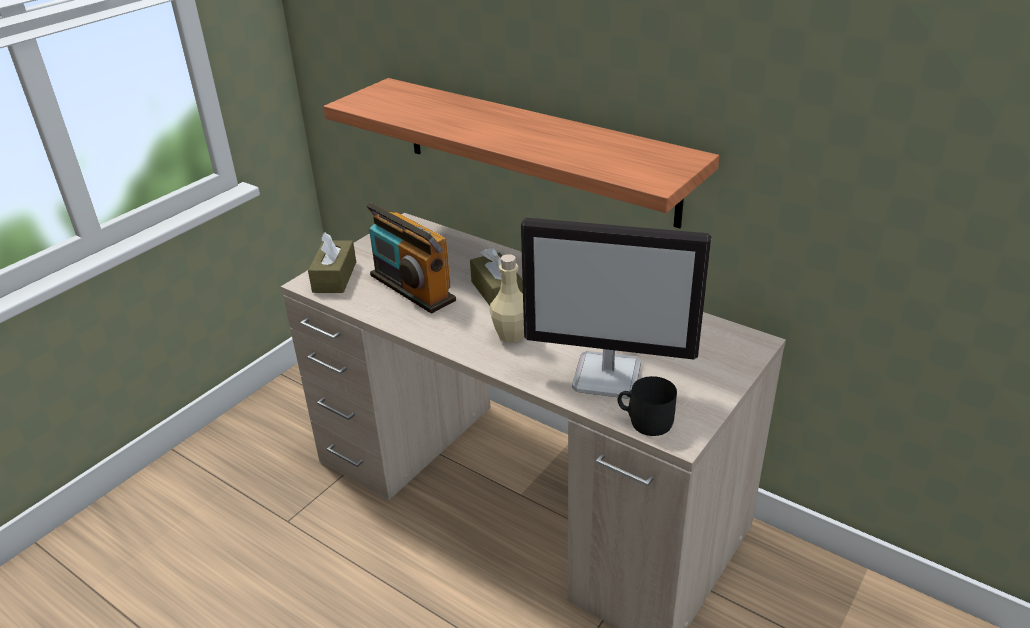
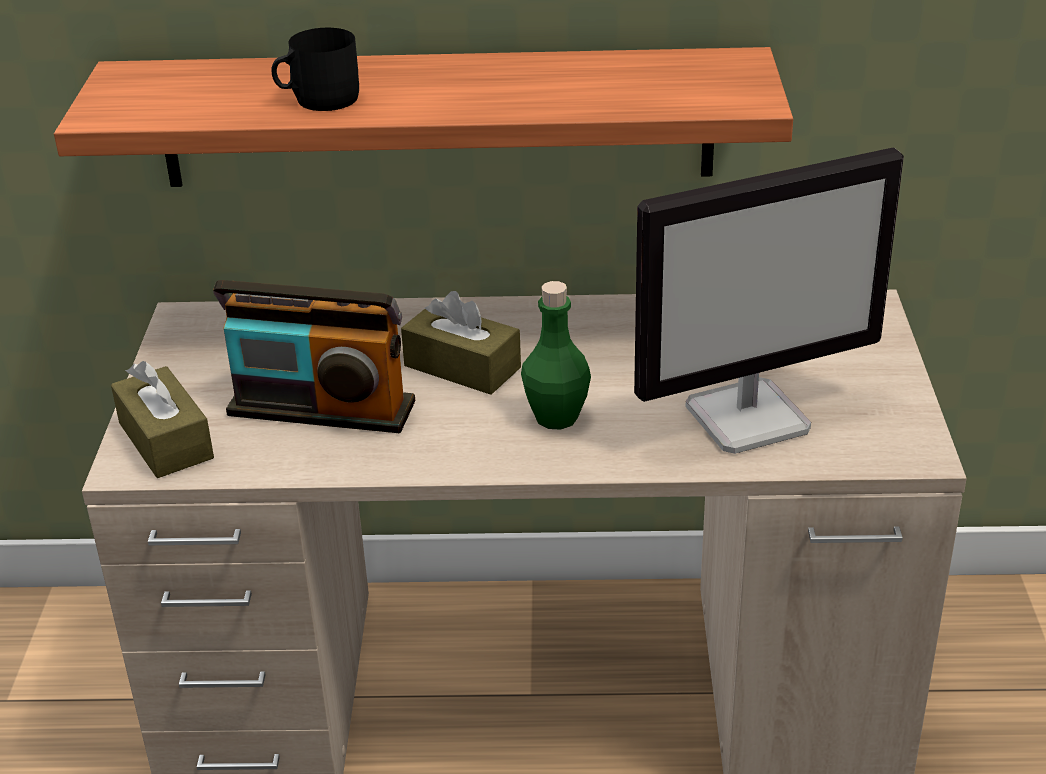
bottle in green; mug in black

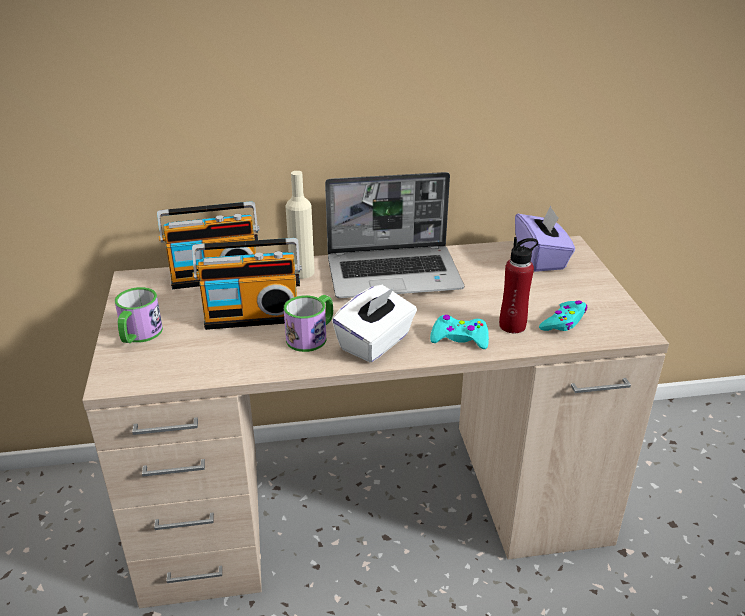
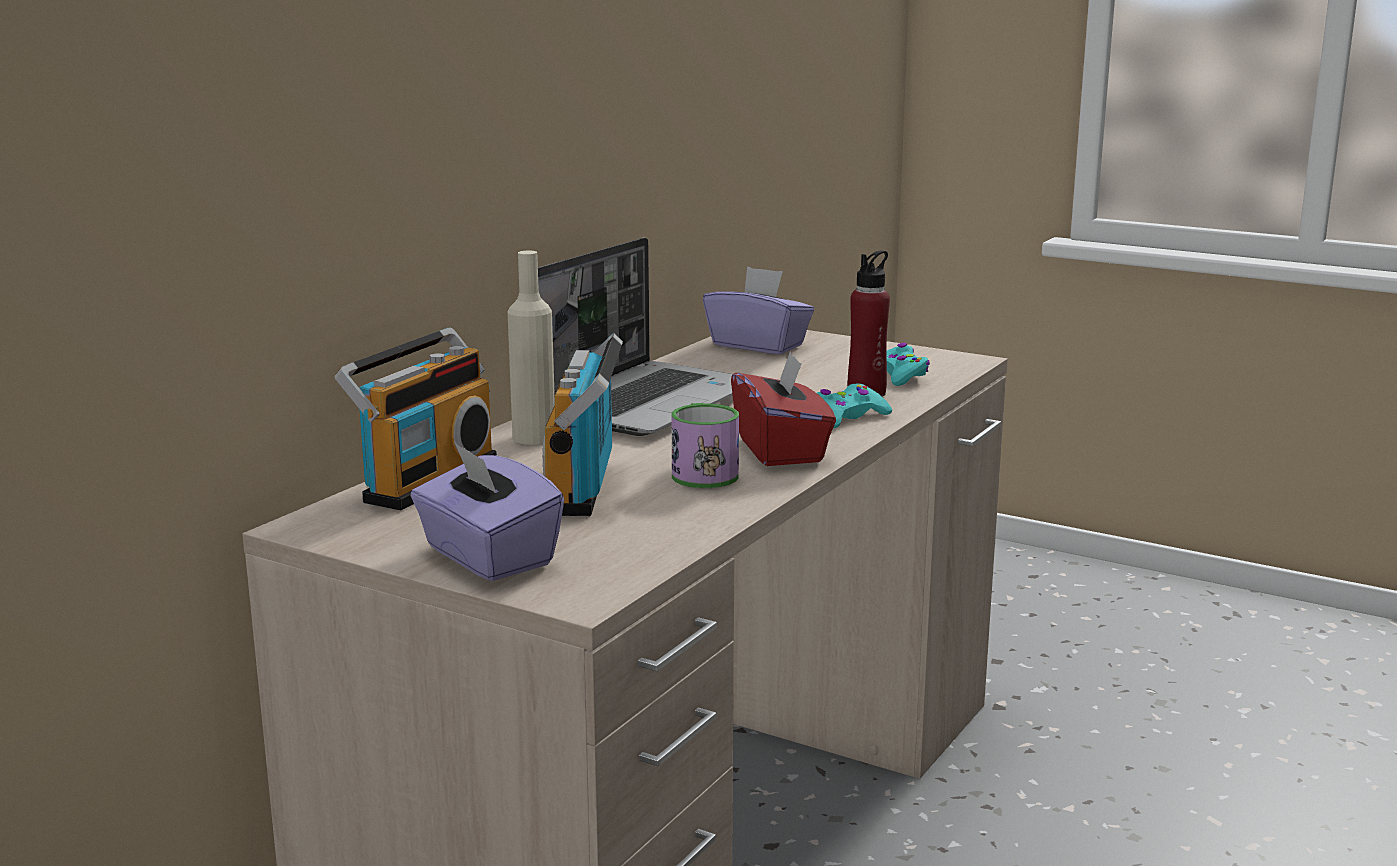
tissue box in purple (no. 1 from left); radio (no. 2 from left); tissue box in red

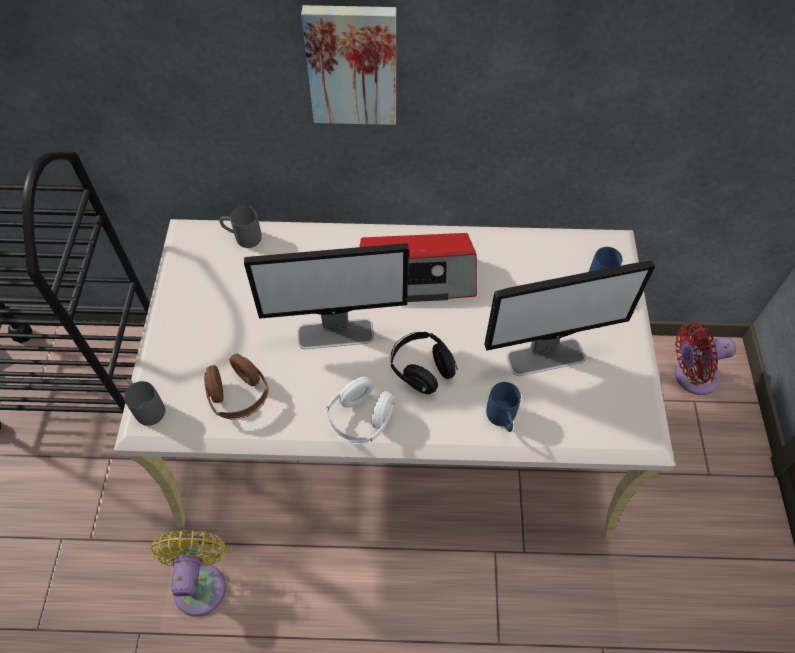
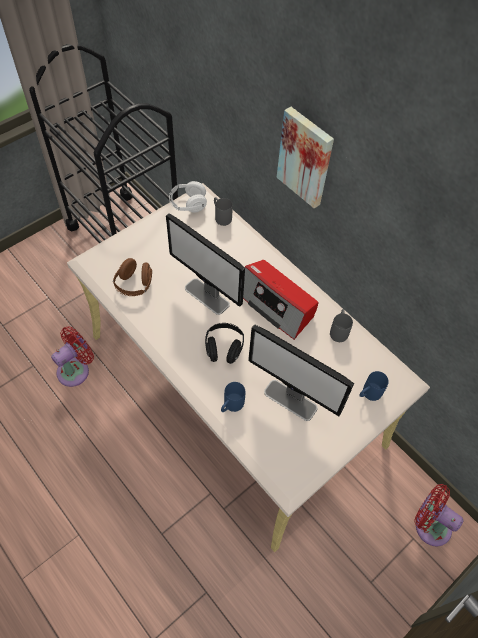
mug in grey (no. 2 from left); fan in red (no. 1 from left); headphones in white

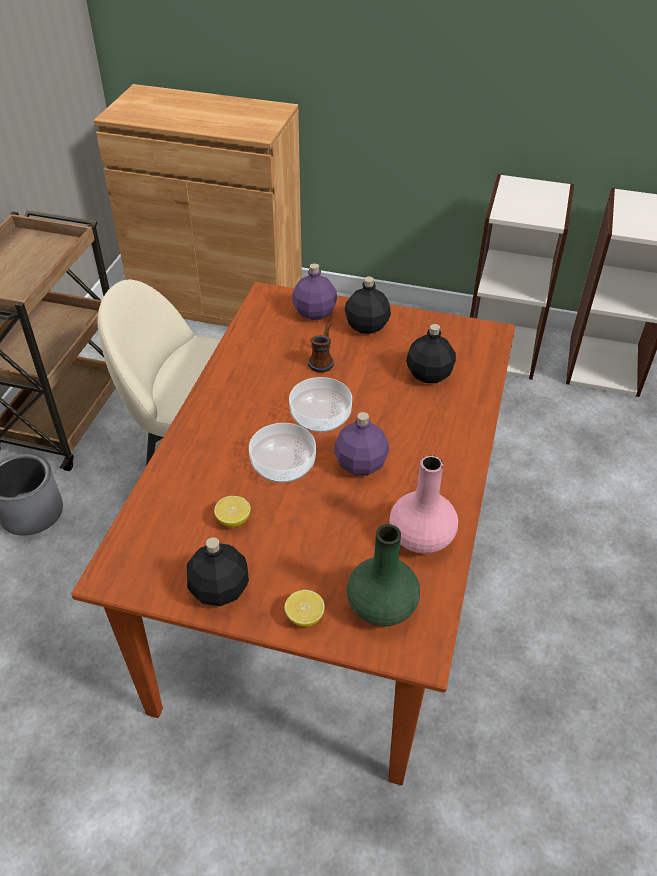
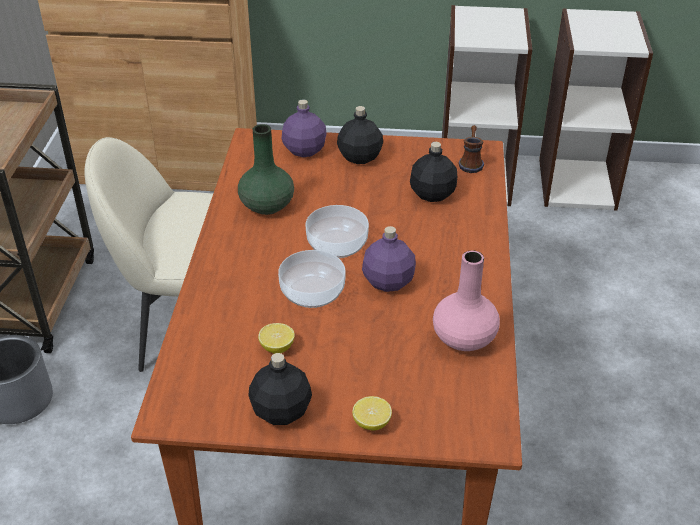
mug; vase in green

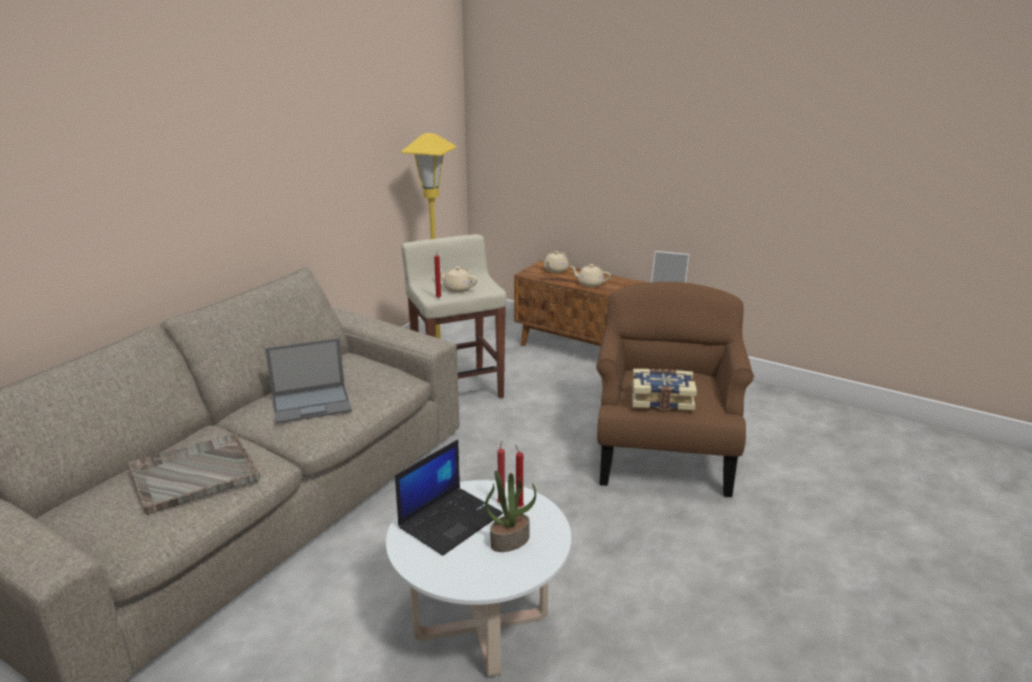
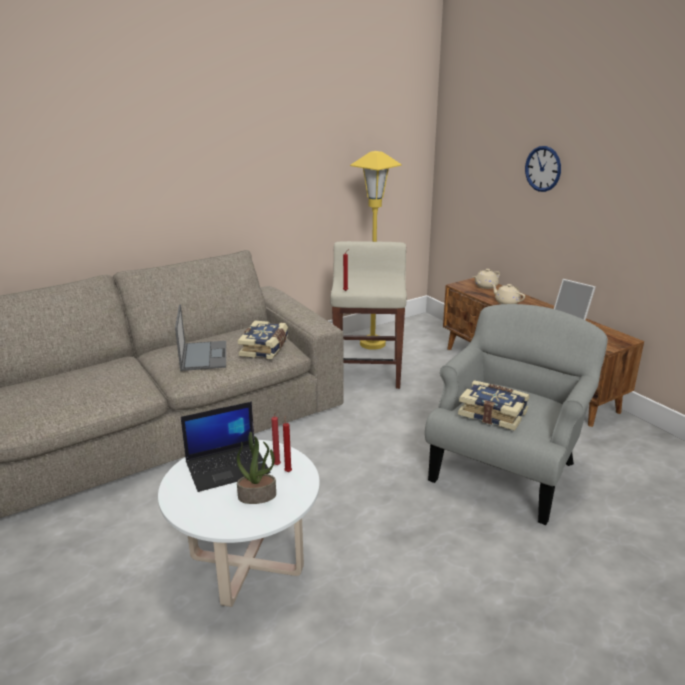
tray in grey; laptop (no. 1 from left); teapot in beige (no. 1 from left in the first image); armchair in grey; book (no. 1 from left); wall clock

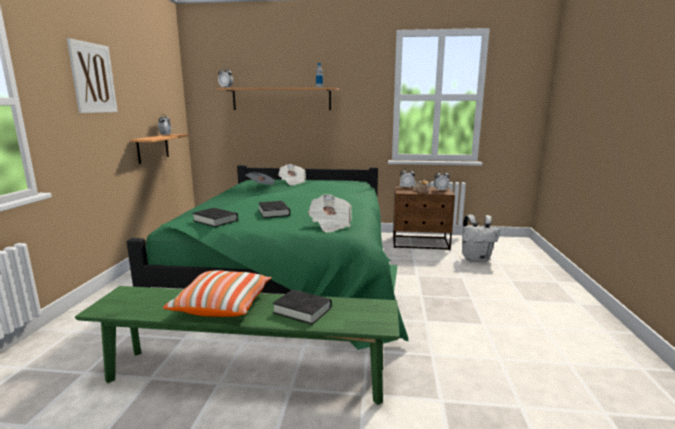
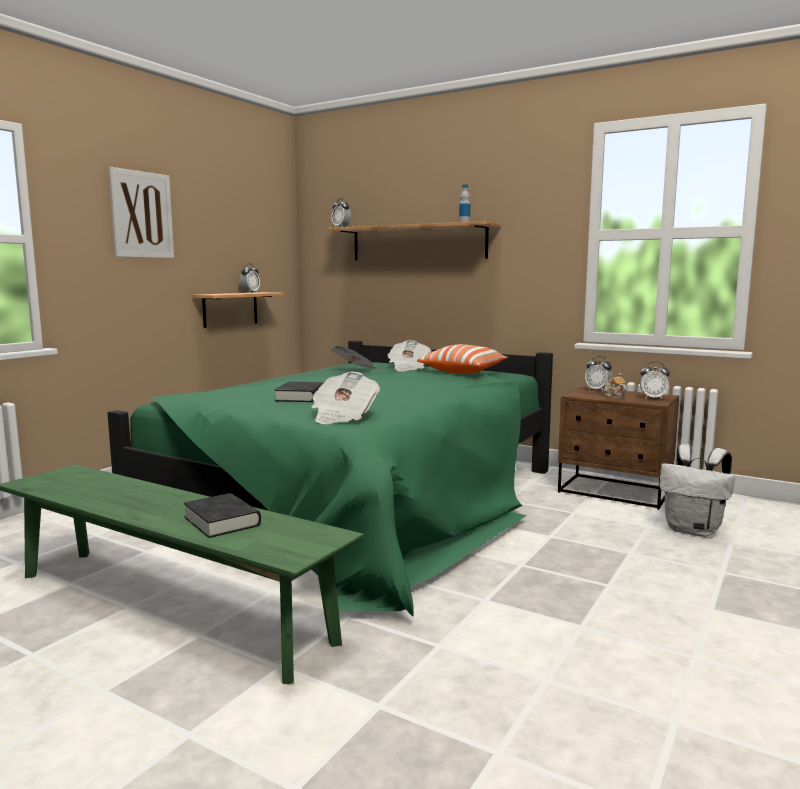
pillow; book in black (no. 1 from left in the first image)

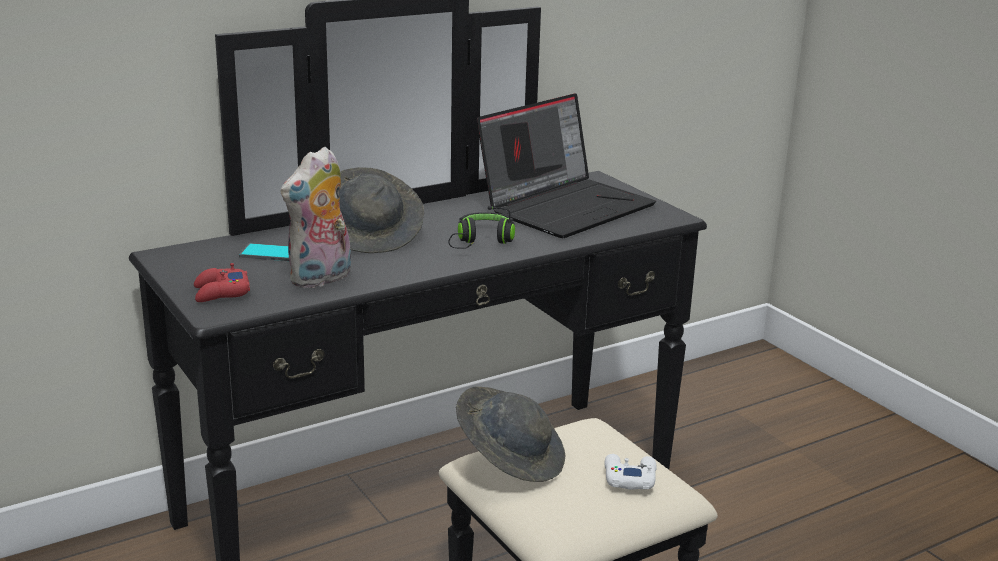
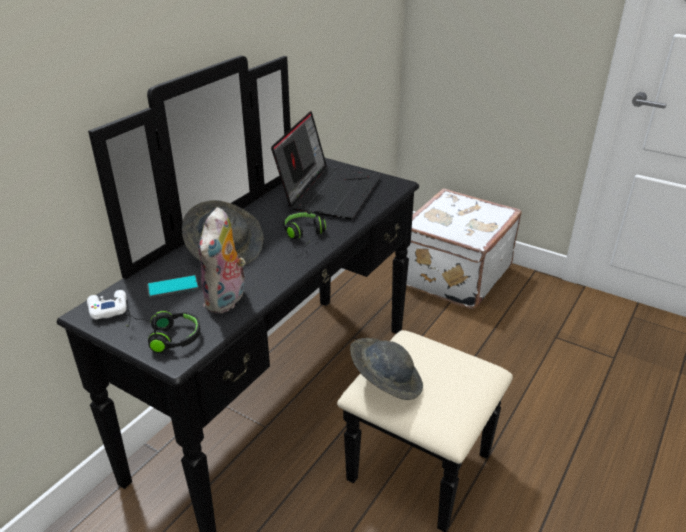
headphones in black (no. 1 from left); game controller in white; suitcase in white

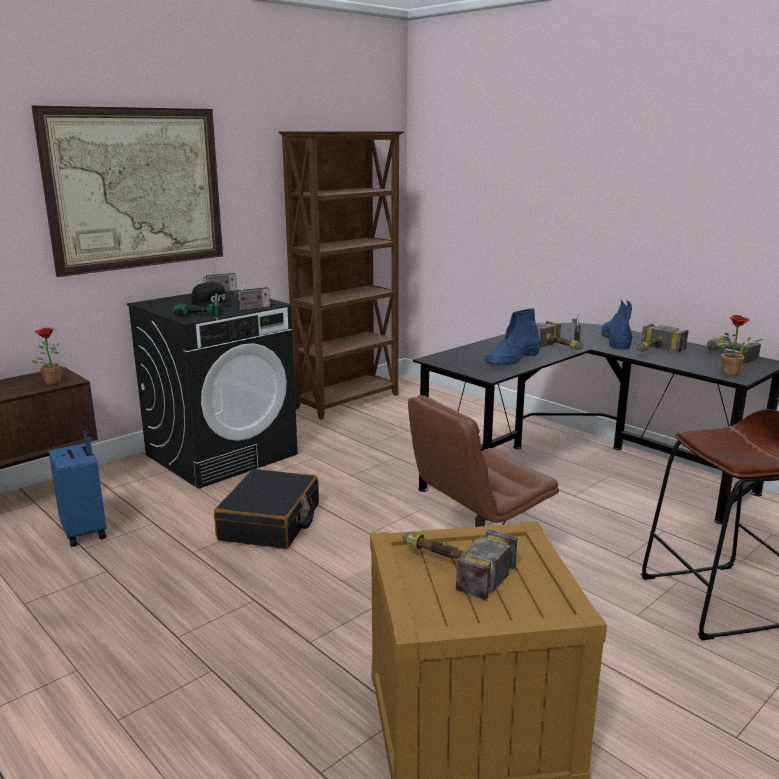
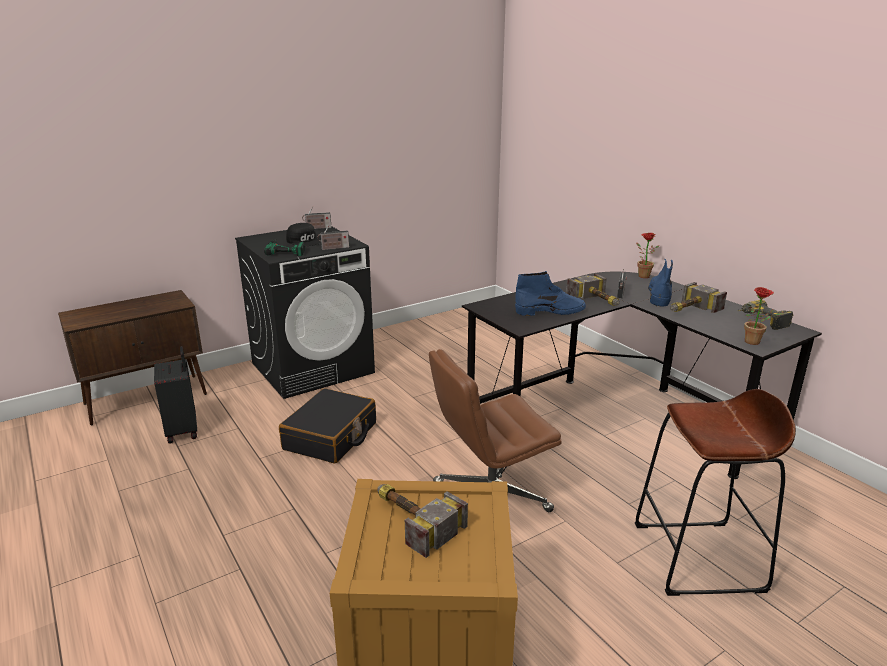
picture; potted plant (no. 1 from left); suitcase in black (no. 1 from left); bookcase in brown; boot in blue (no. 1 from left)

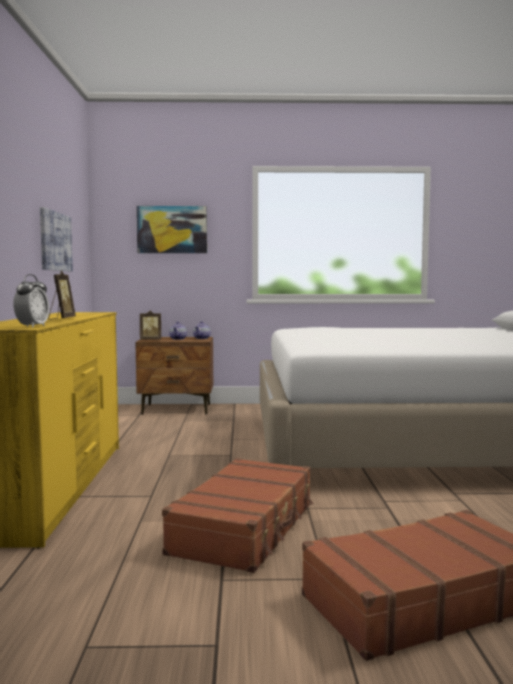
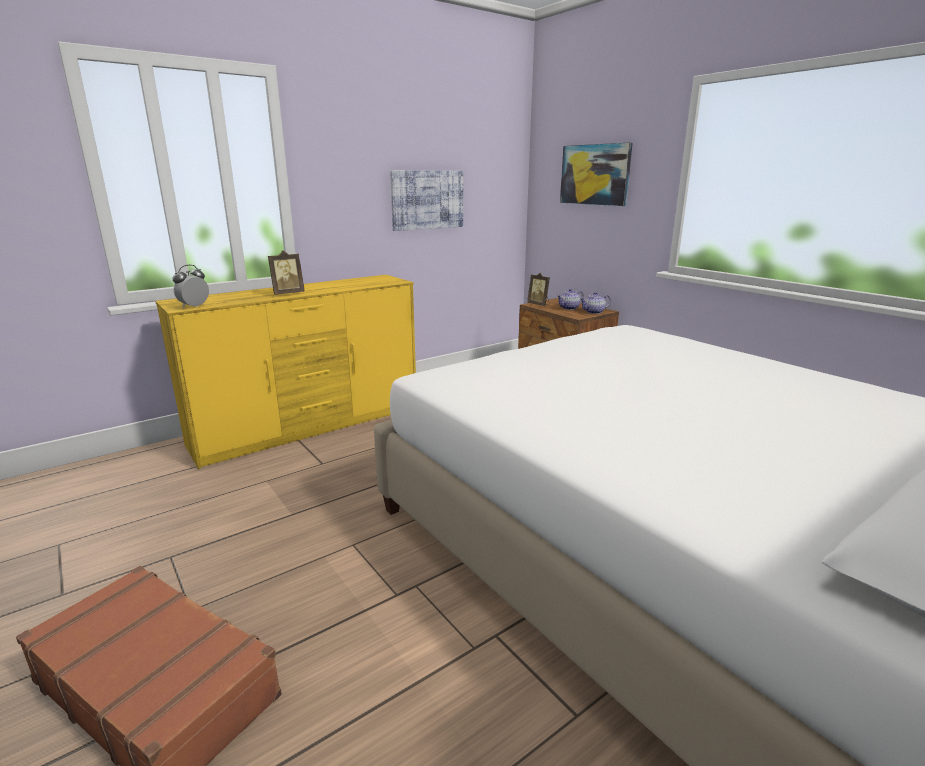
alarm clock; suitcase in brown (no. 1 from left in the first image)

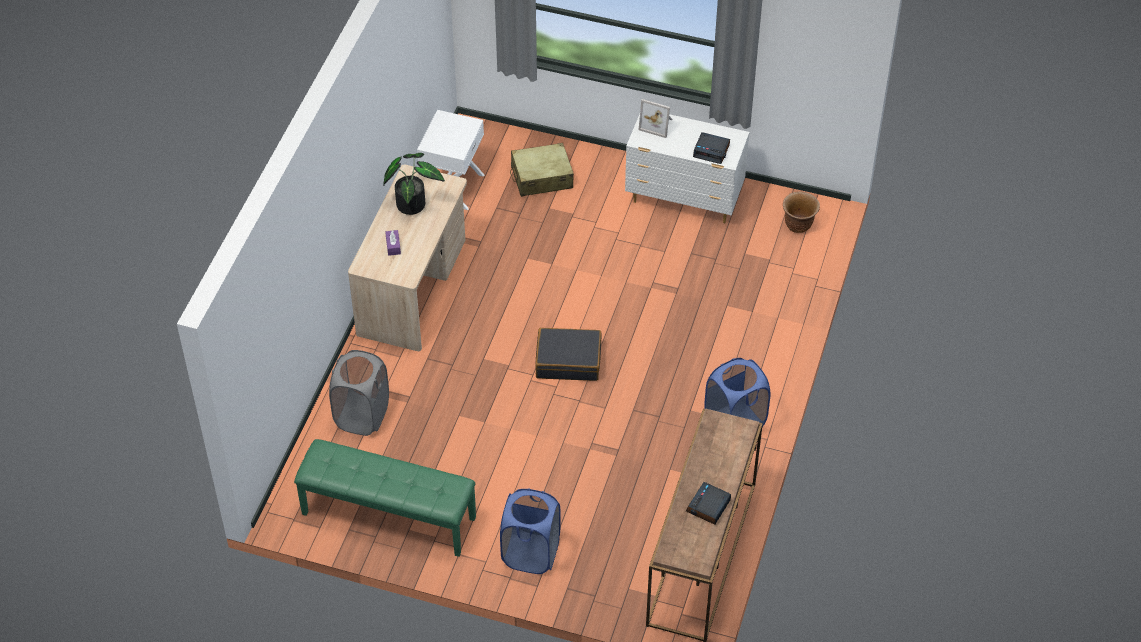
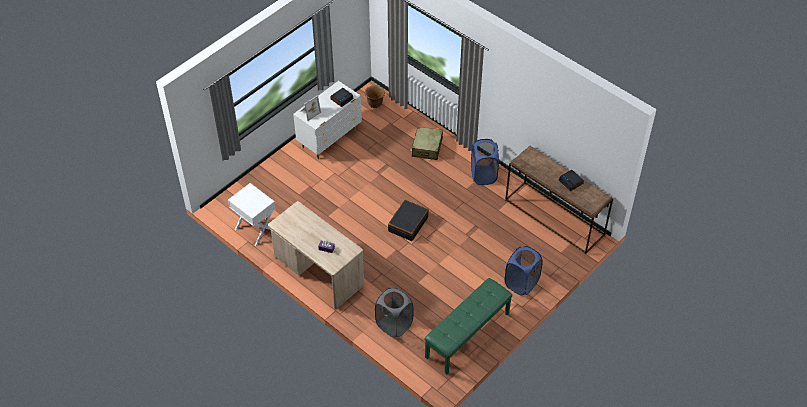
potted plant; suitcase in beige

